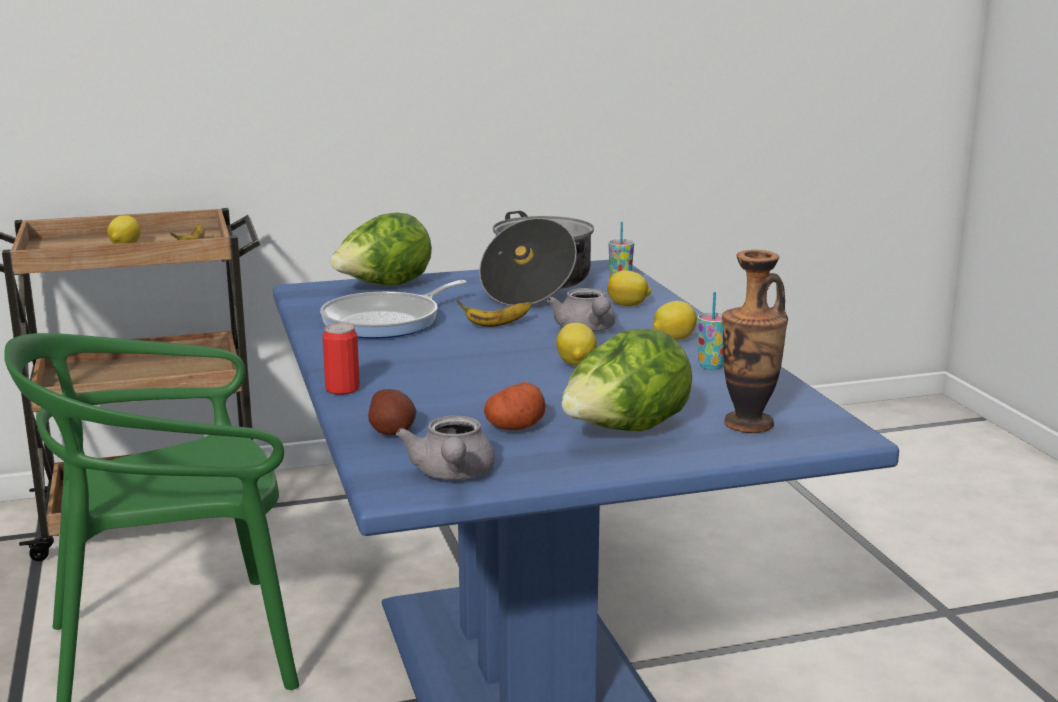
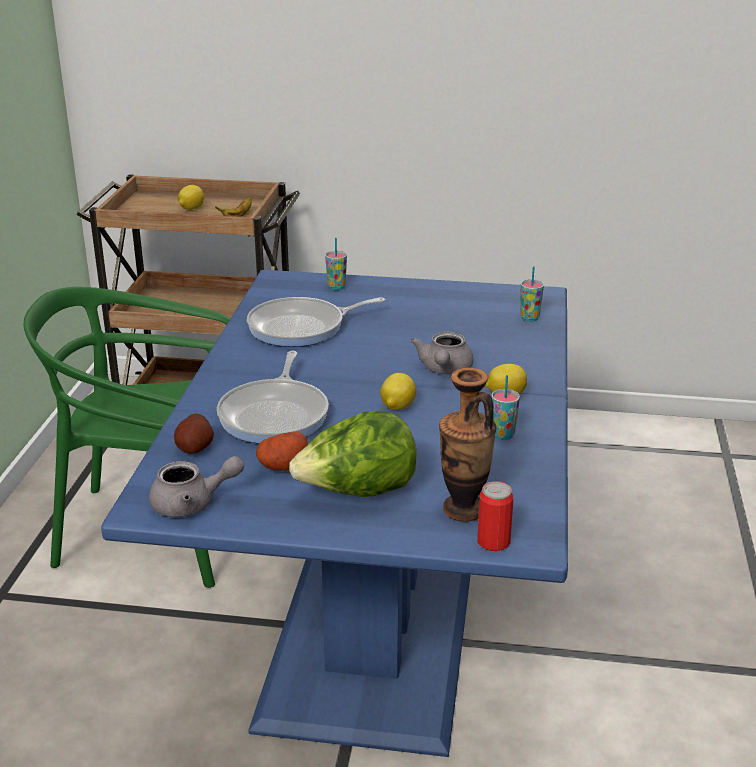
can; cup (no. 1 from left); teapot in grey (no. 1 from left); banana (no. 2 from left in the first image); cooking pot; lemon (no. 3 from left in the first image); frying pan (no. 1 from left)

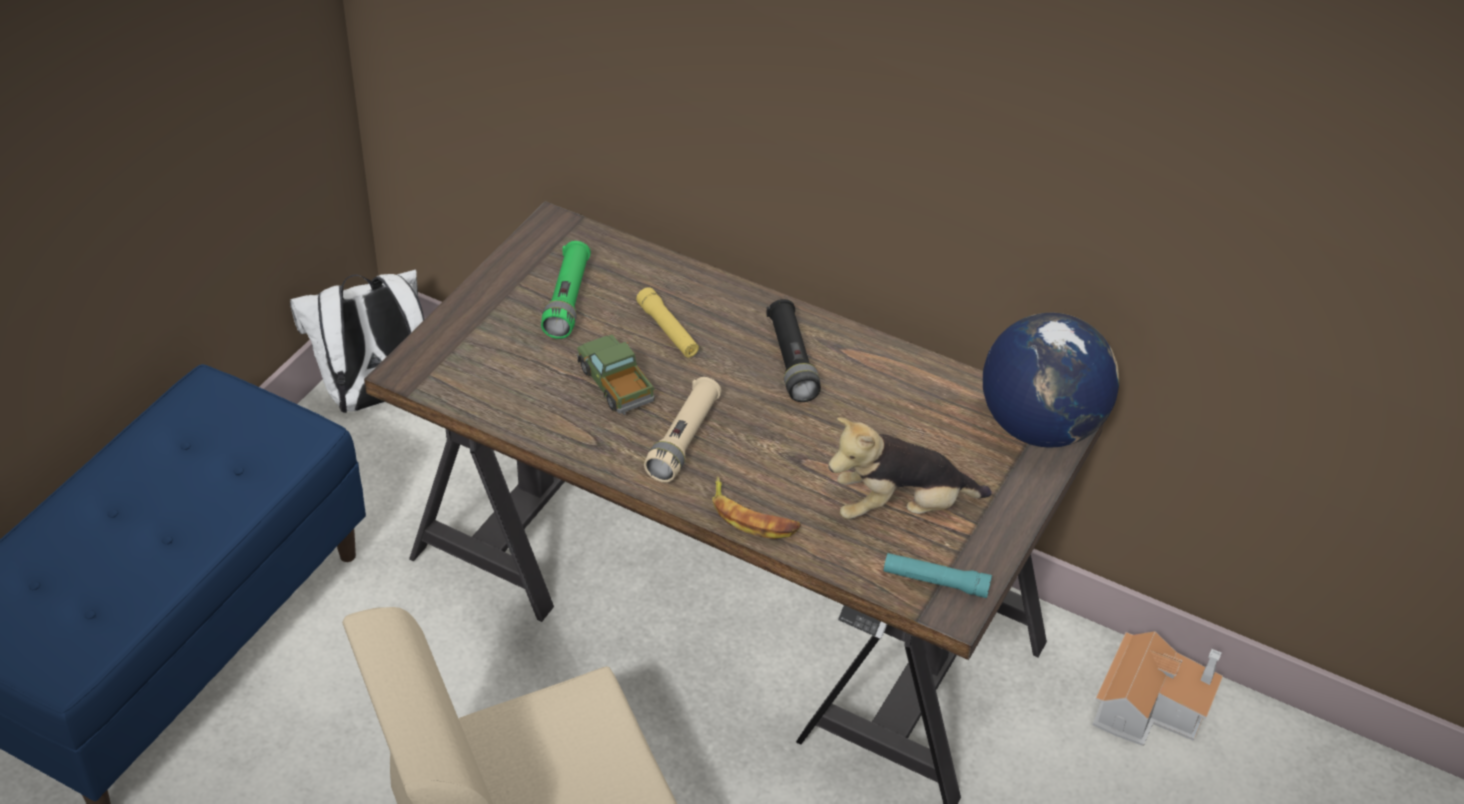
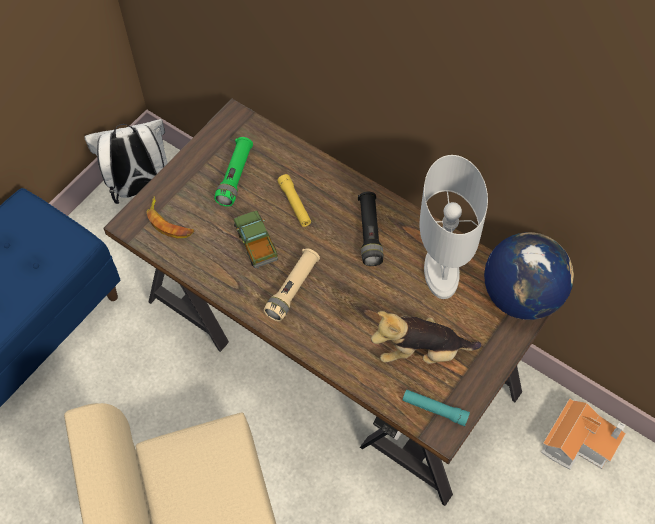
banana; table lamp in white

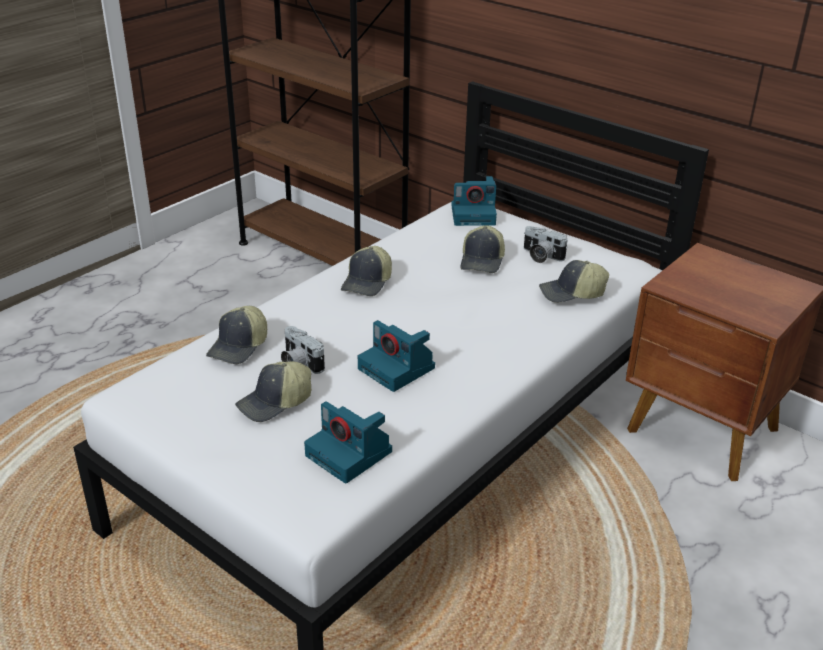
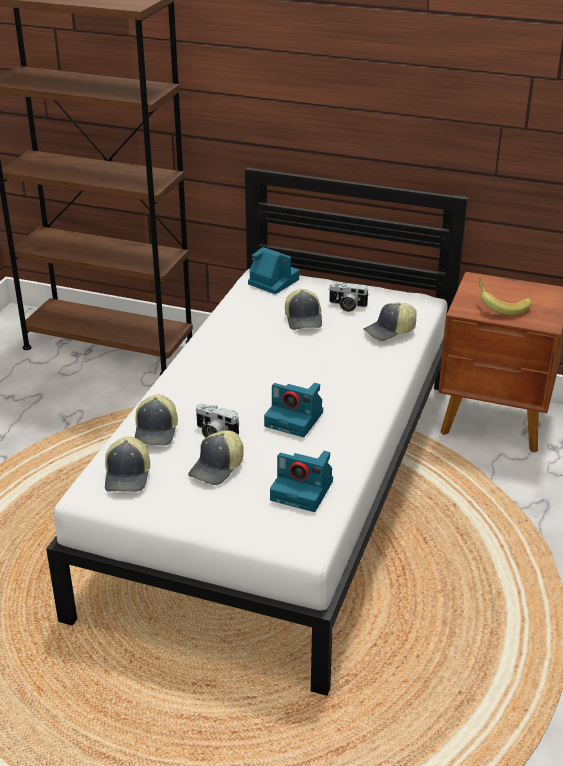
cap (no. 1 from left); photo camera (no. 2 from left); banana

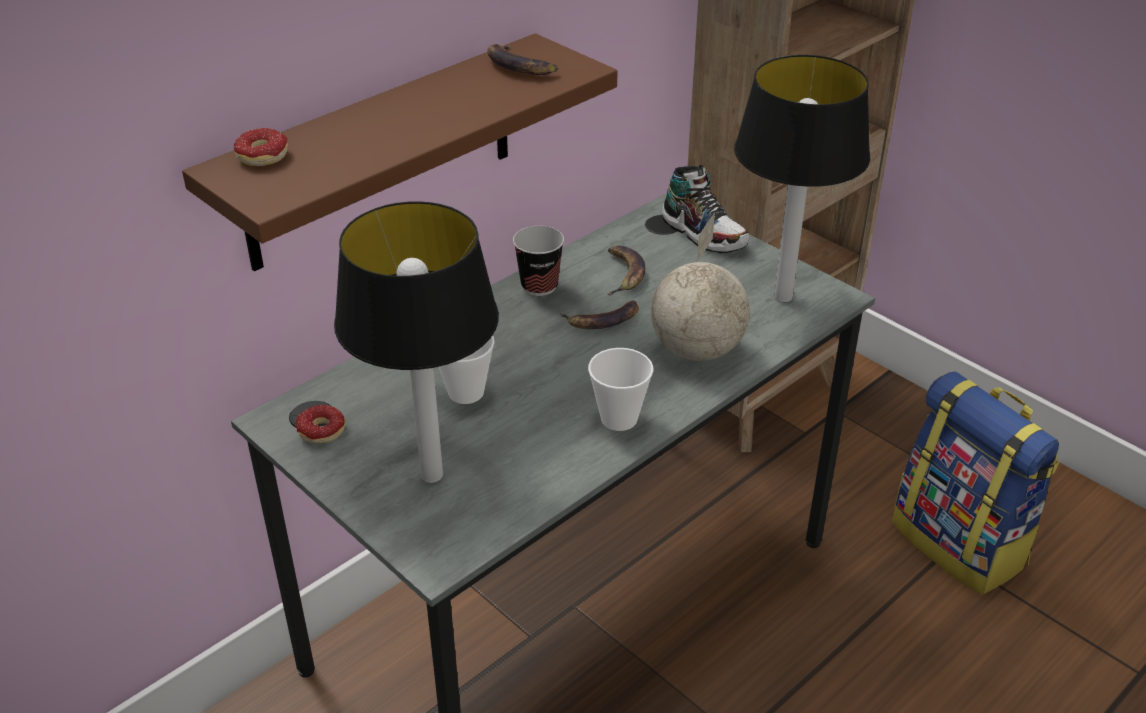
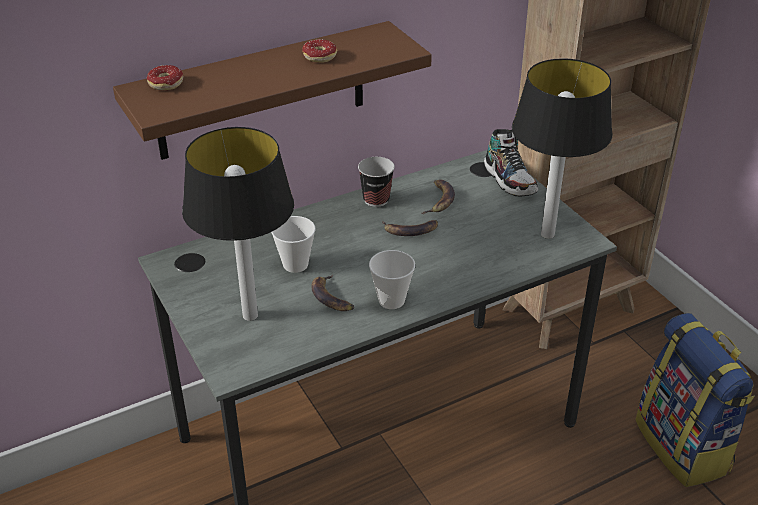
donut (no. 2 from left); banana (no. 1 from left); globe

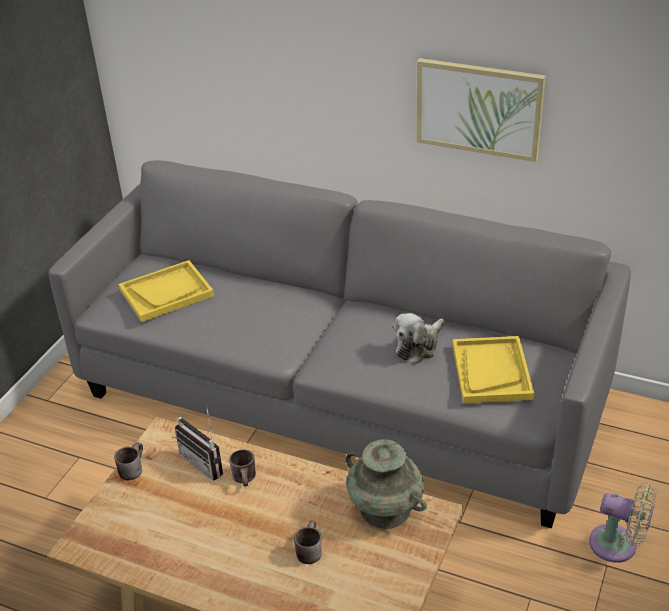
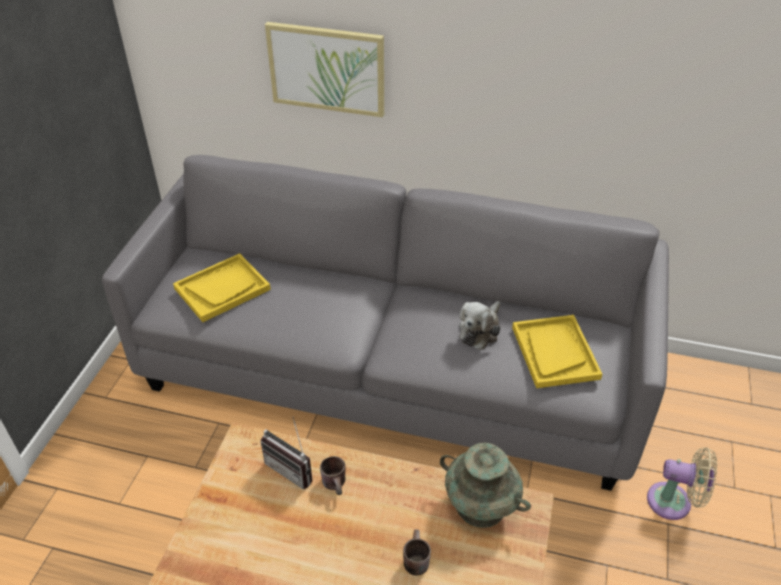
mug in brown (no. 1 from left in the first image); picture

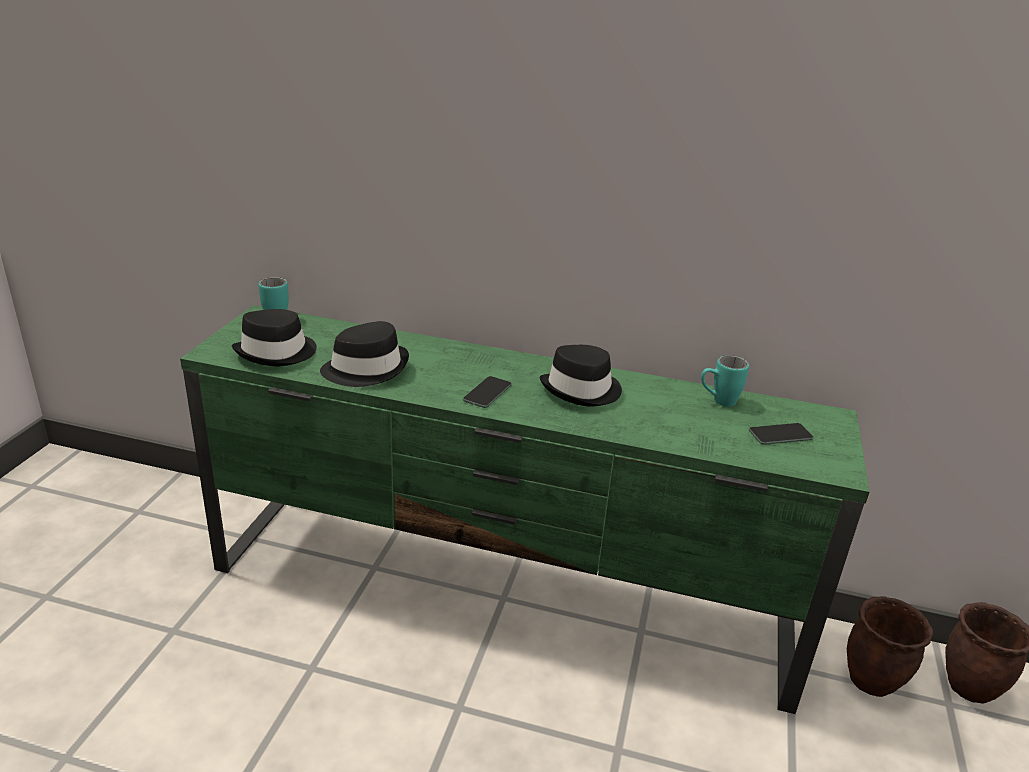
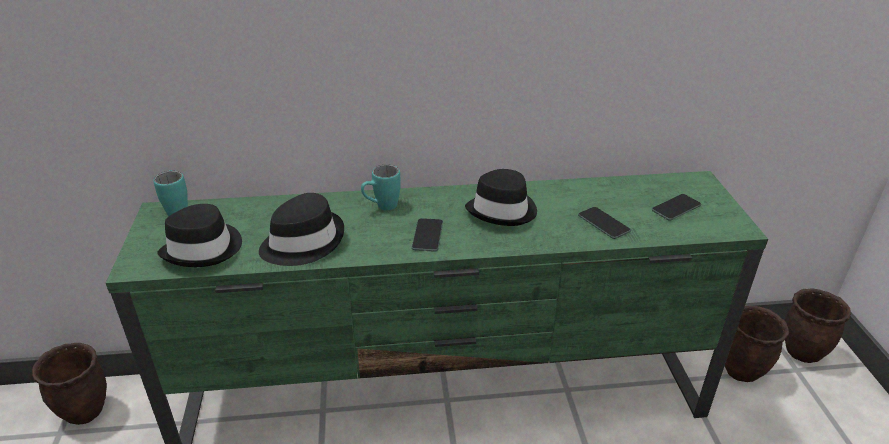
mug in turquoise (no. 2 from left); planter in brown (no. 1 from left); phone (no. 2 from left)

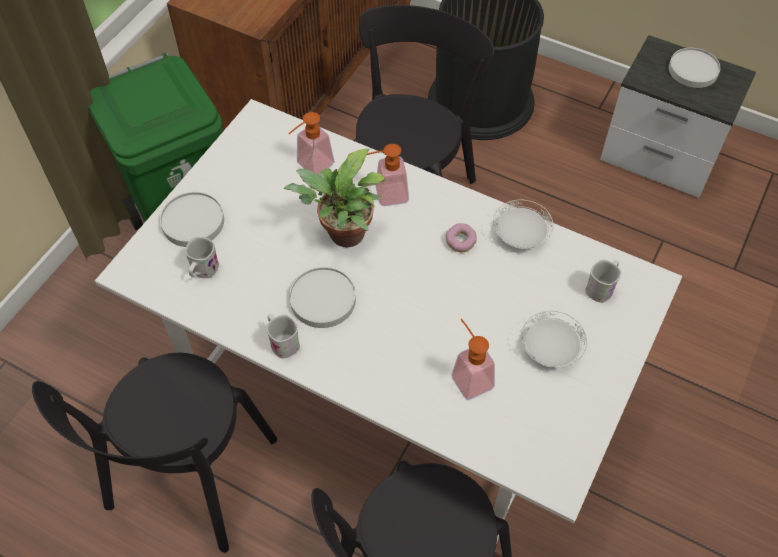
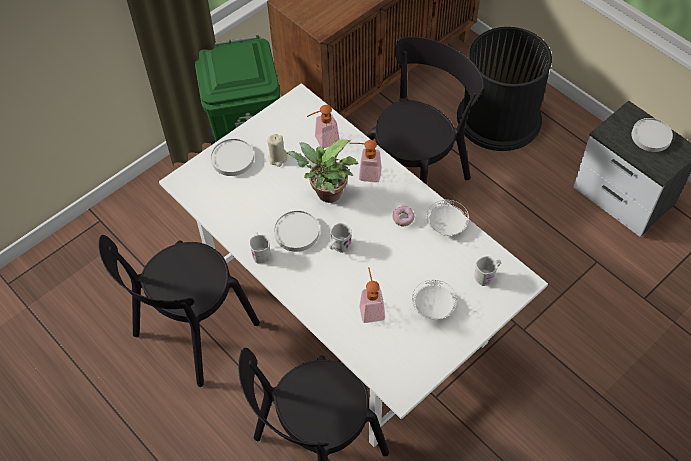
mug in white (no. 2 from left); candle in beige

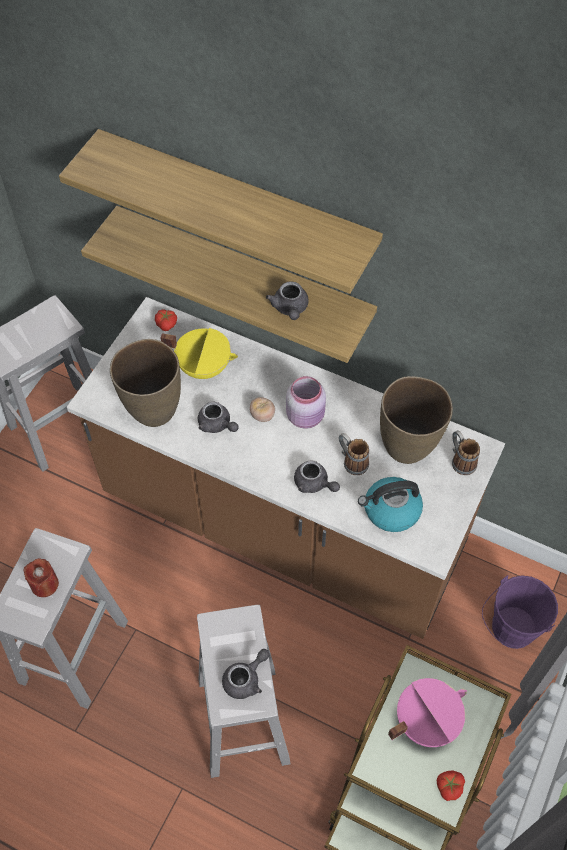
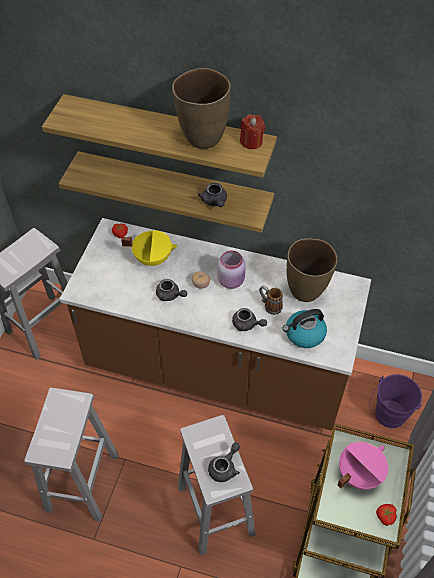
candle in red; vase in brown (no. 1 from left); mug (no. 2 from left in the first image)

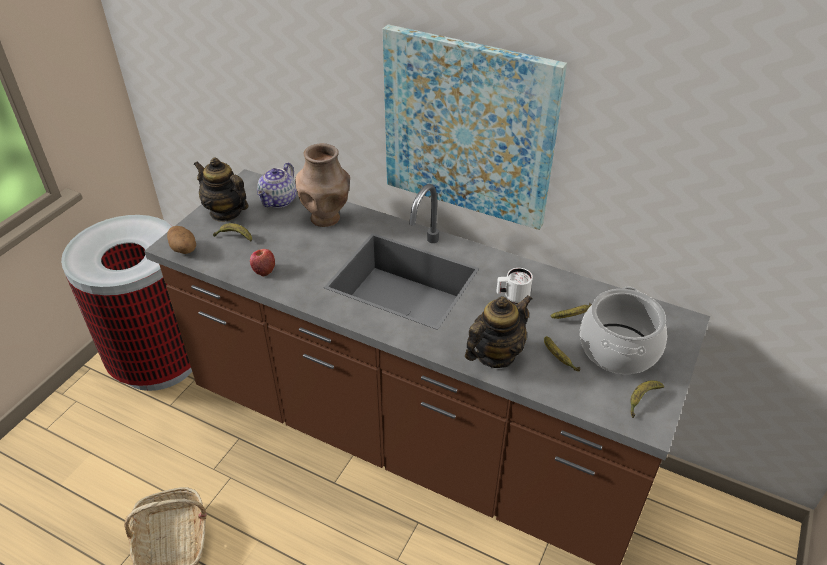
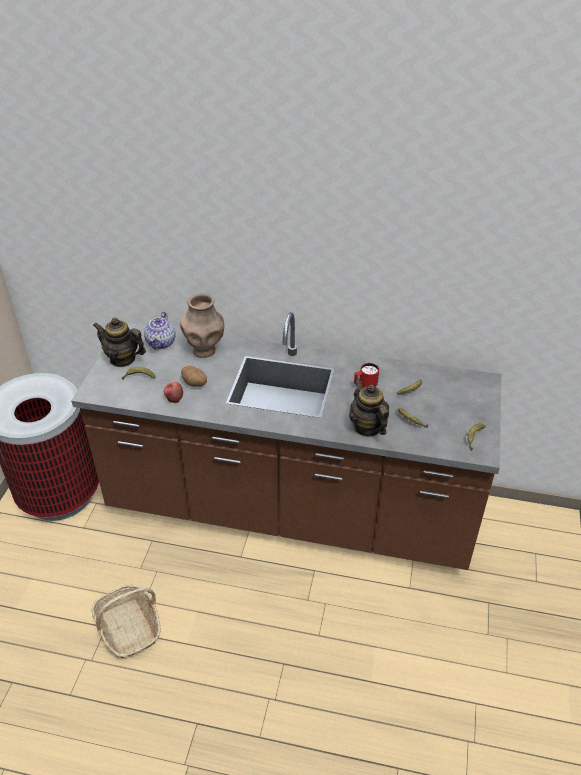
potato; picture; teapot (no. 3 from left); mug in red; cooking pot

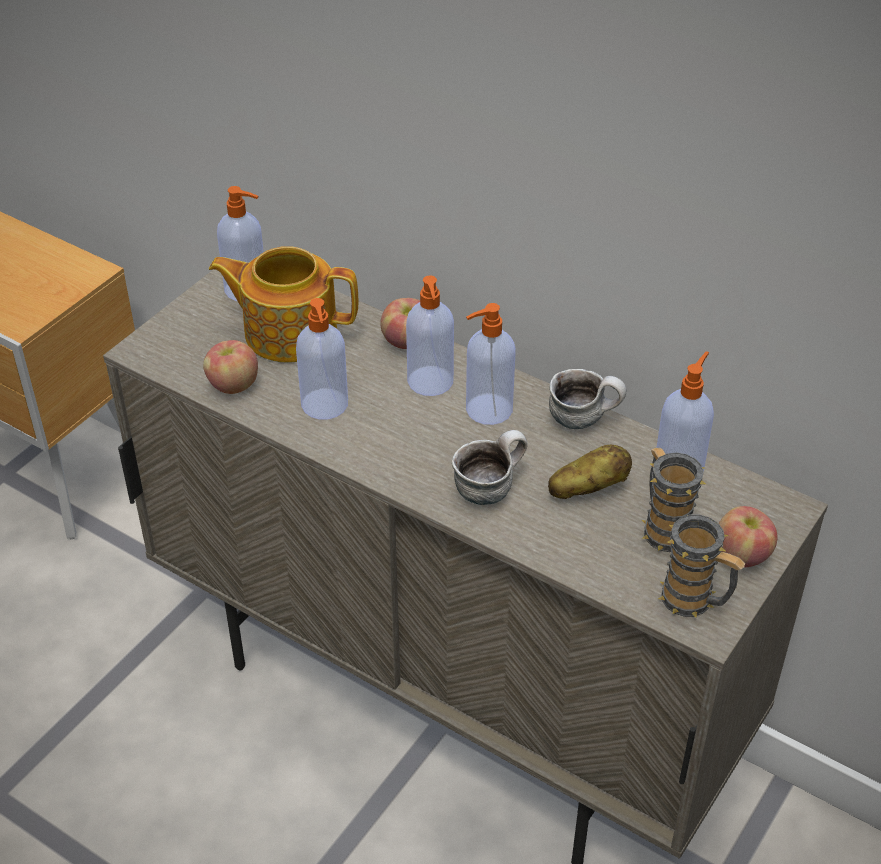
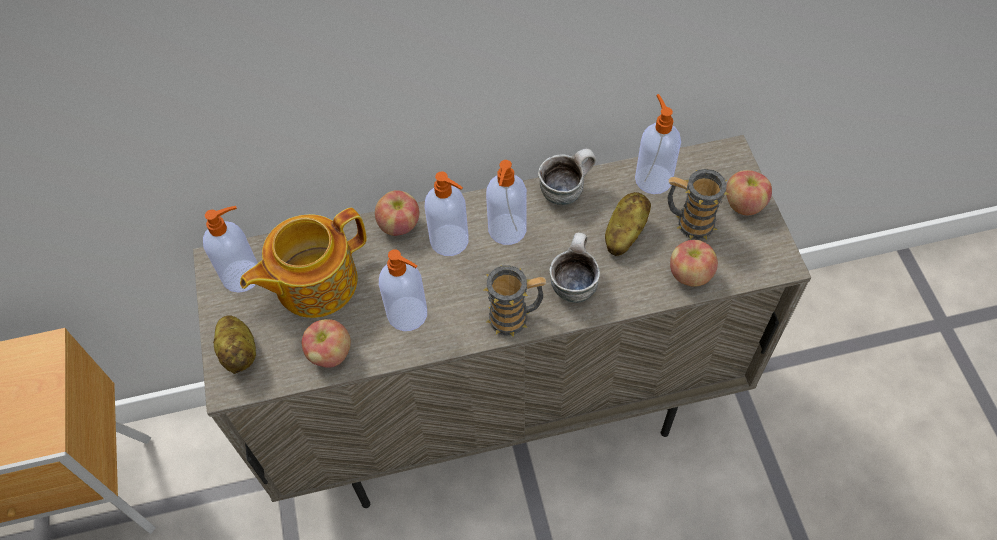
mug (no. 1 from left); potato (no. 1 from left); apple (no. 3 from left)

